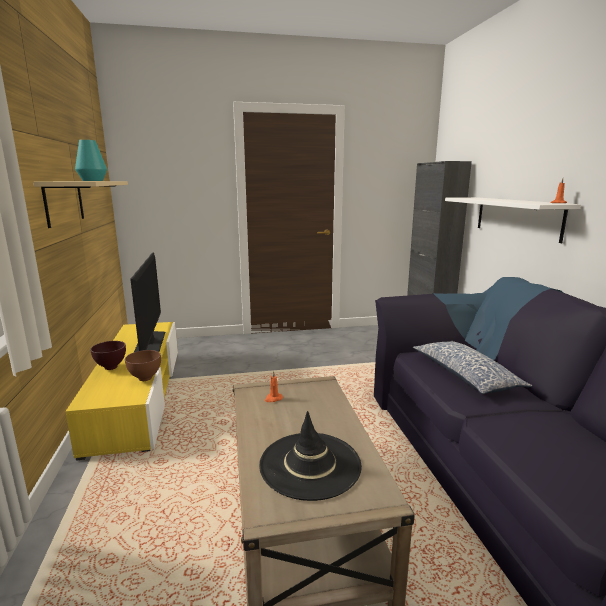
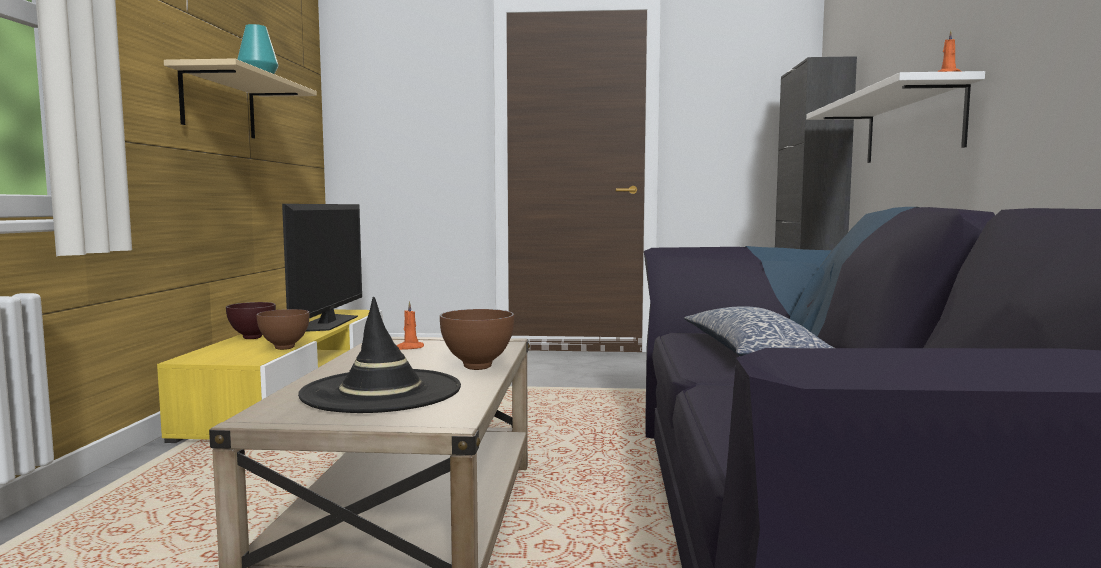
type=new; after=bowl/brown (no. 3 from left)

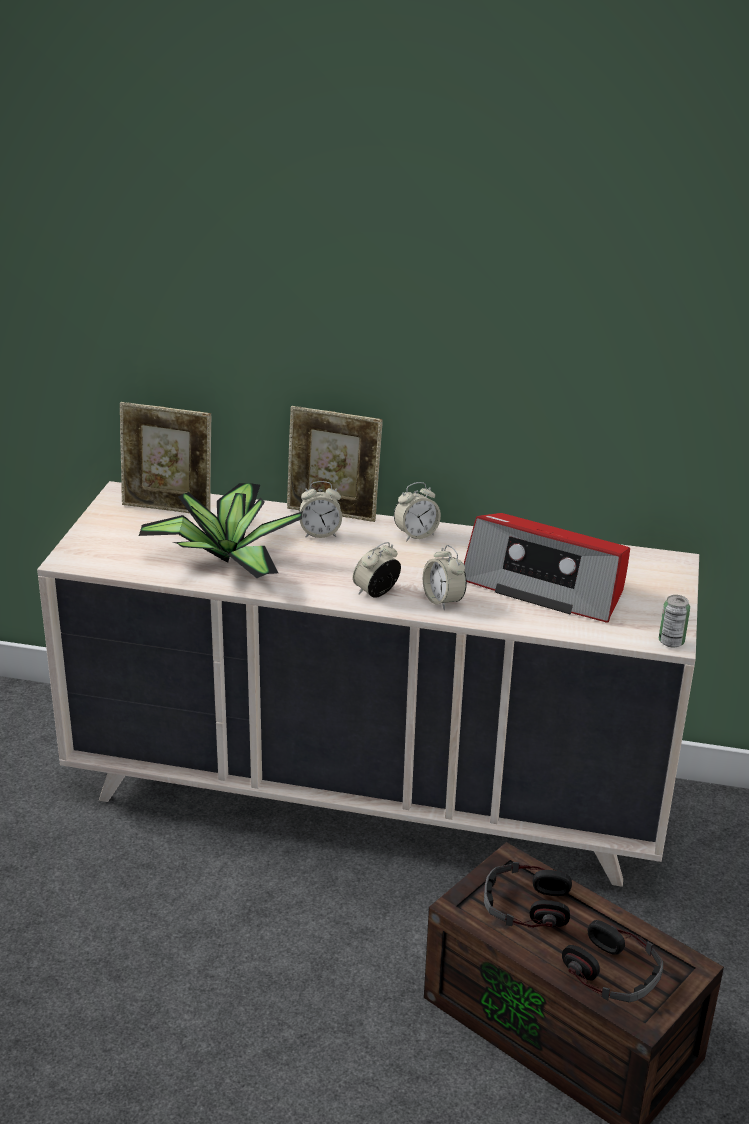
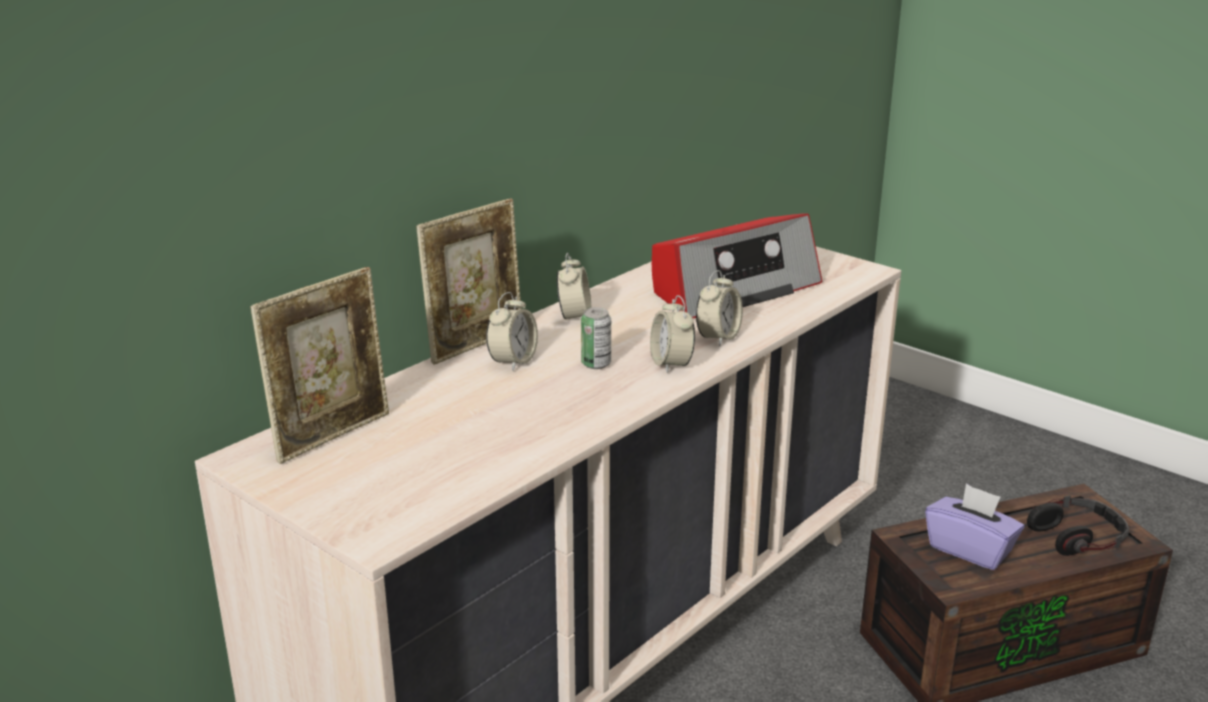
type=shifted; before=can
type=rotated; before=alarm clock (no. 4 from left); turn=-60
type=swapped; before=headphones (no. 1 from left); after=tissue box/purple
type=gone; before=potted plant

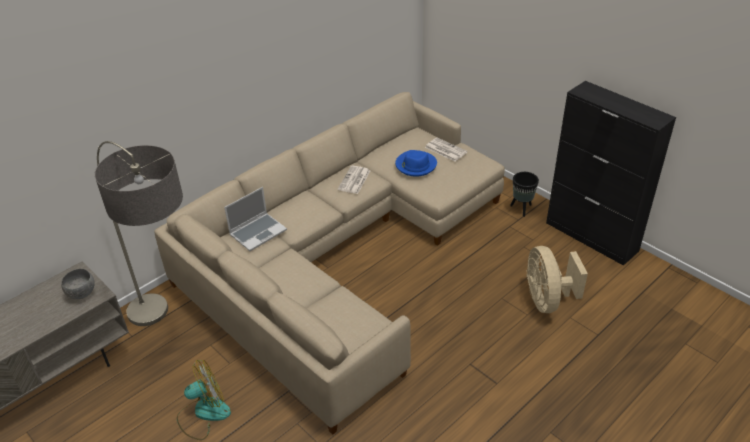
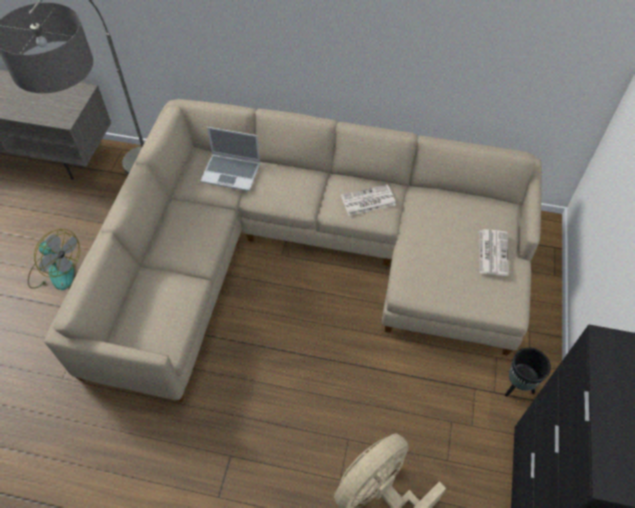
type=gone; before=bowl/grey
type=gone; before=hat/blue

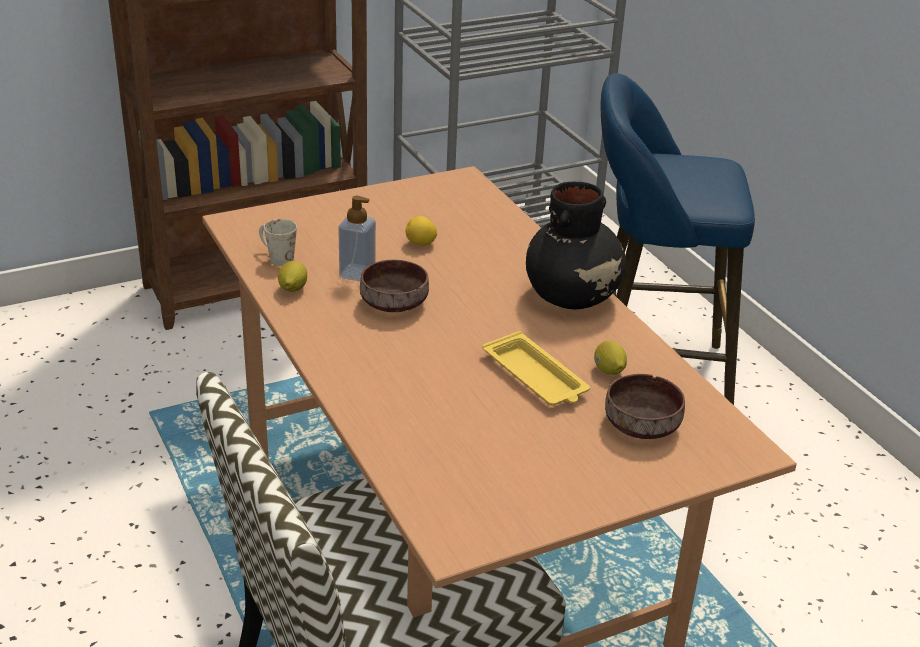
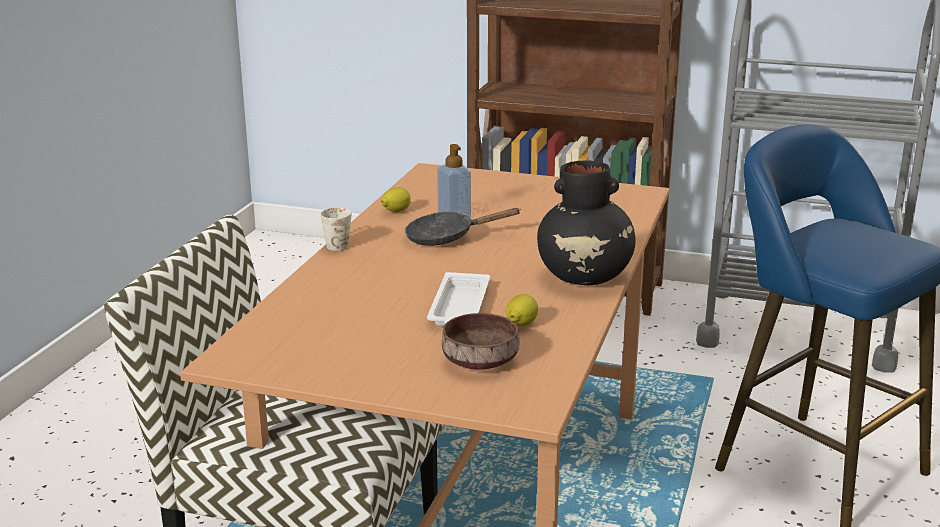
type=shifted; before=mug/white
type=swapped; before=bowl/brown (no. 1 from left); after=frying pan/black
type=repainted; before=tray/yellow; after=tray/white
type=gone; before=lemon (no. 2 from left)

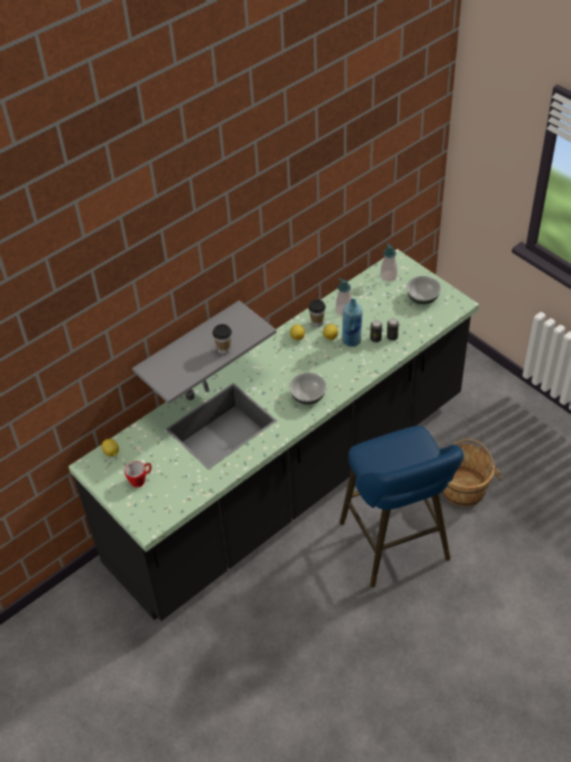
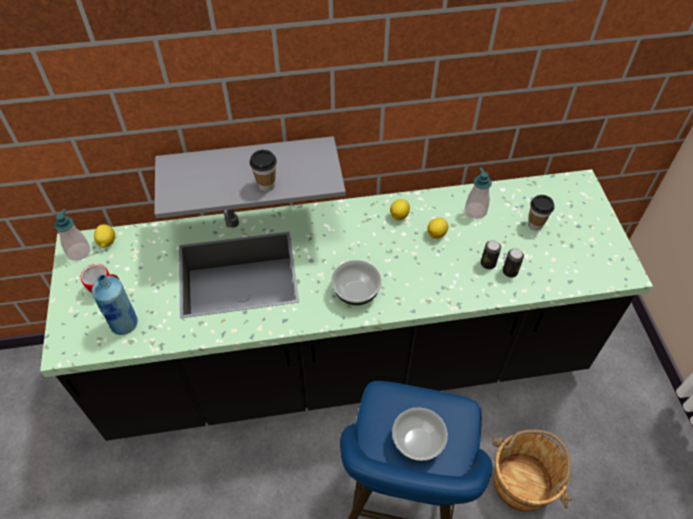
type=shifted; before=soap dispenser (no. 2 from left in the first image); after=soap dispenser (no. 1 from left)
type=shifted; before=bottle/blue
type=shifted; before=bowl (no. 2 from left)
type=shifted; before=cup (no. 2 from left)

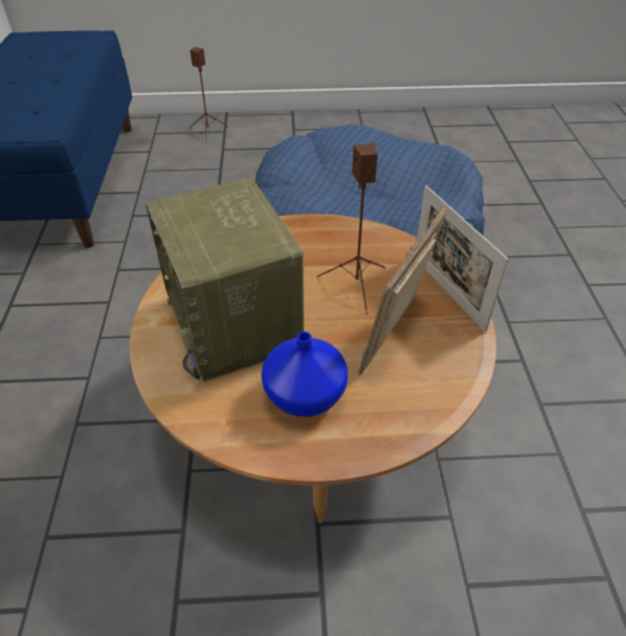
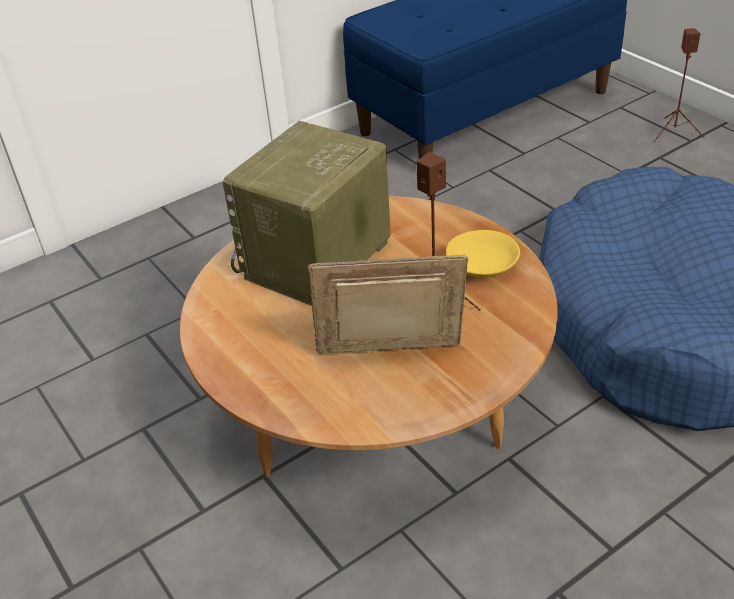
type=new; after=bowl/yellow
type=gone; before=vase/blue
type=gone; before=picture frame (no. 2 from left)

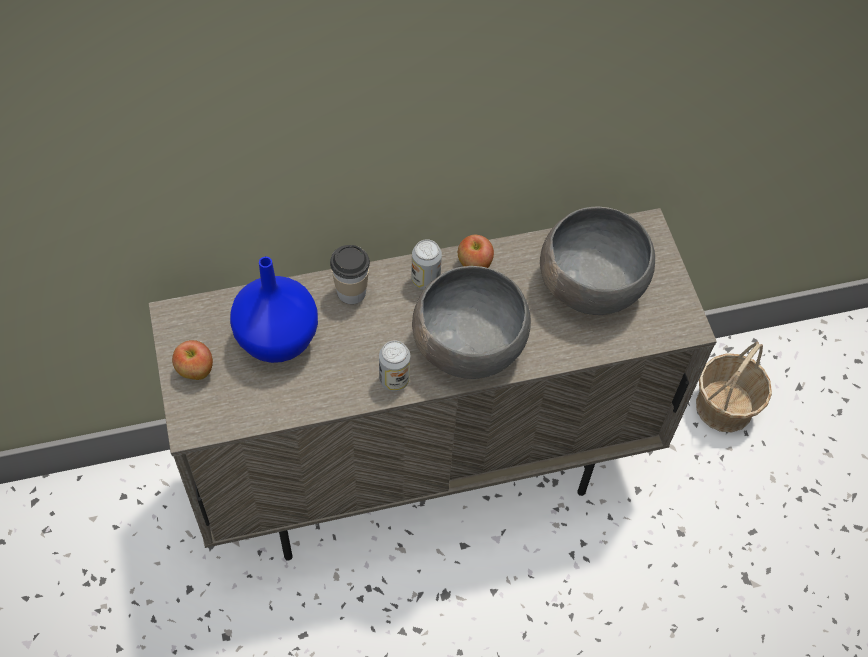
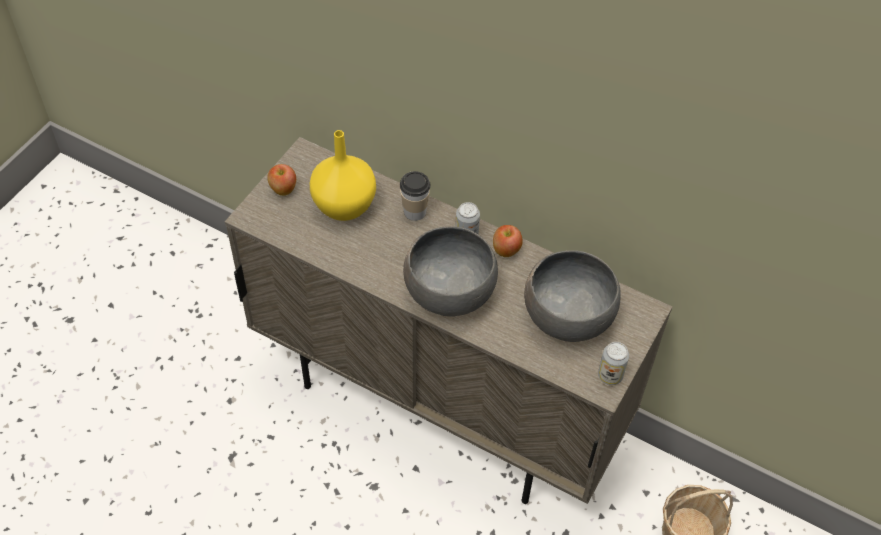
type=repainted; before=vase/blue; after=vase/yellow
type=shifted; before=can (no. 1 from left in the first image); after=can (no. 2 from left)

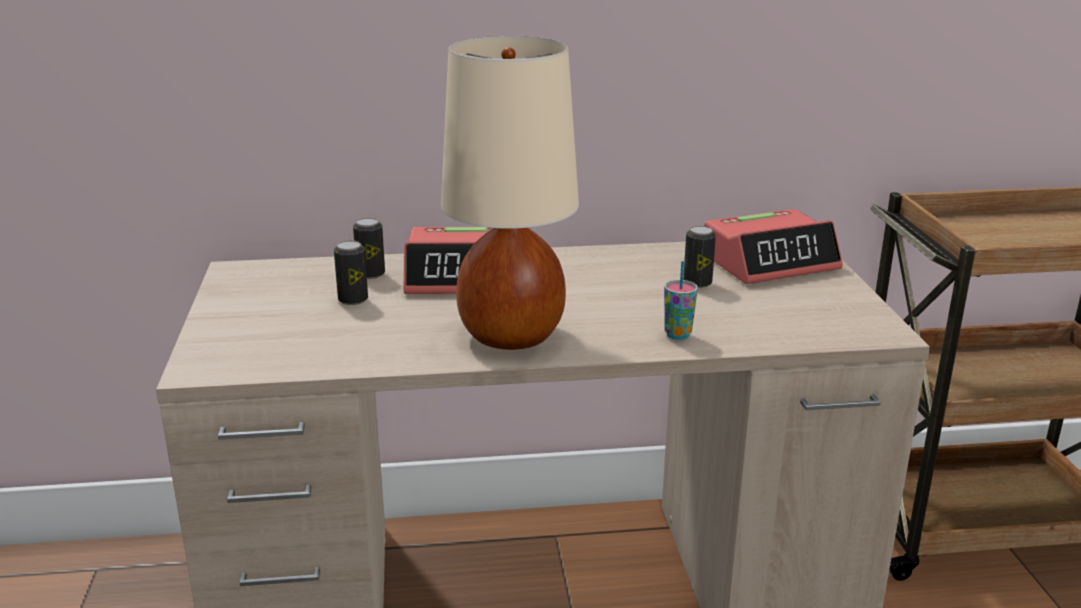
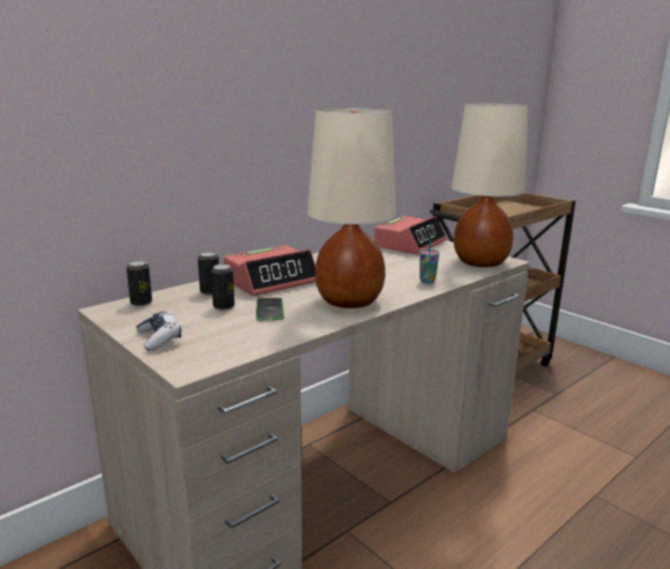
type=shifted; before=can (no. 3 from left in the first image); after=can (no. 1 from left)
type=new; after=game controller
type=new; after=phone
type=new; after=table lamp/beige (no. 2 from left)

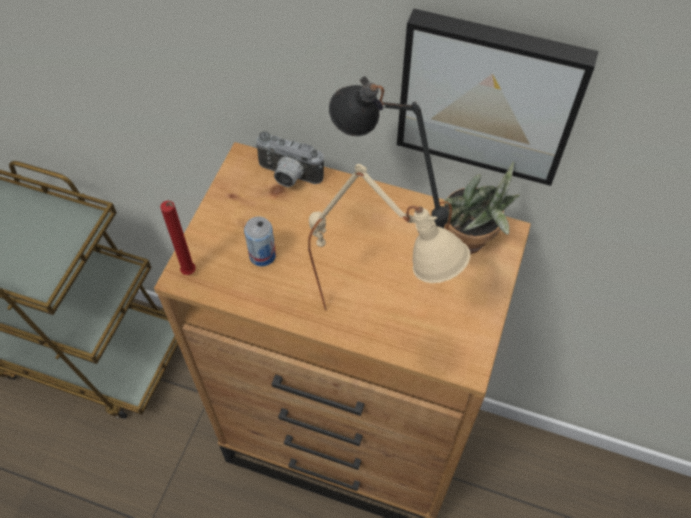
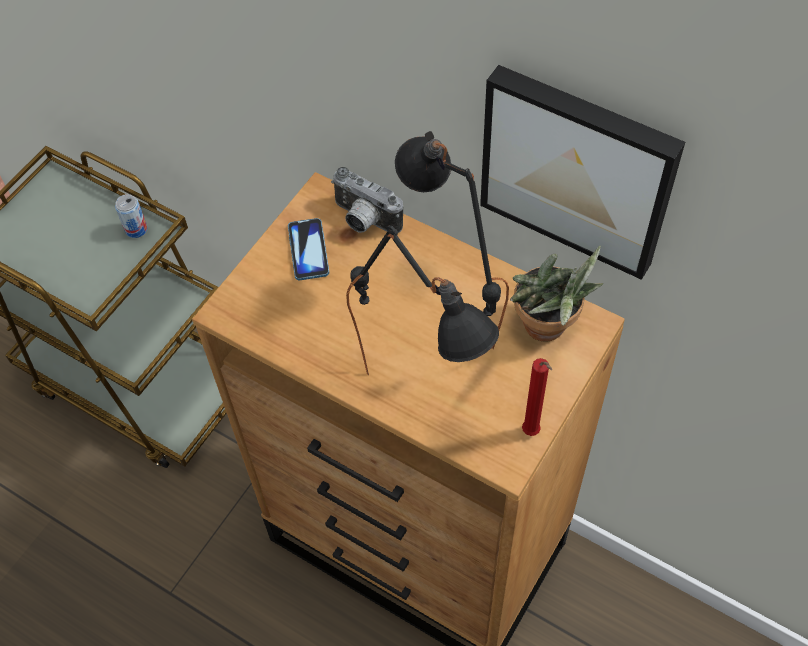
type=shifted; before=can
type=new; after=phone
type=repainted; before=table lamp/beige; after=table lamp/black (no. 1 from left)
type=shifted; before=candle/red

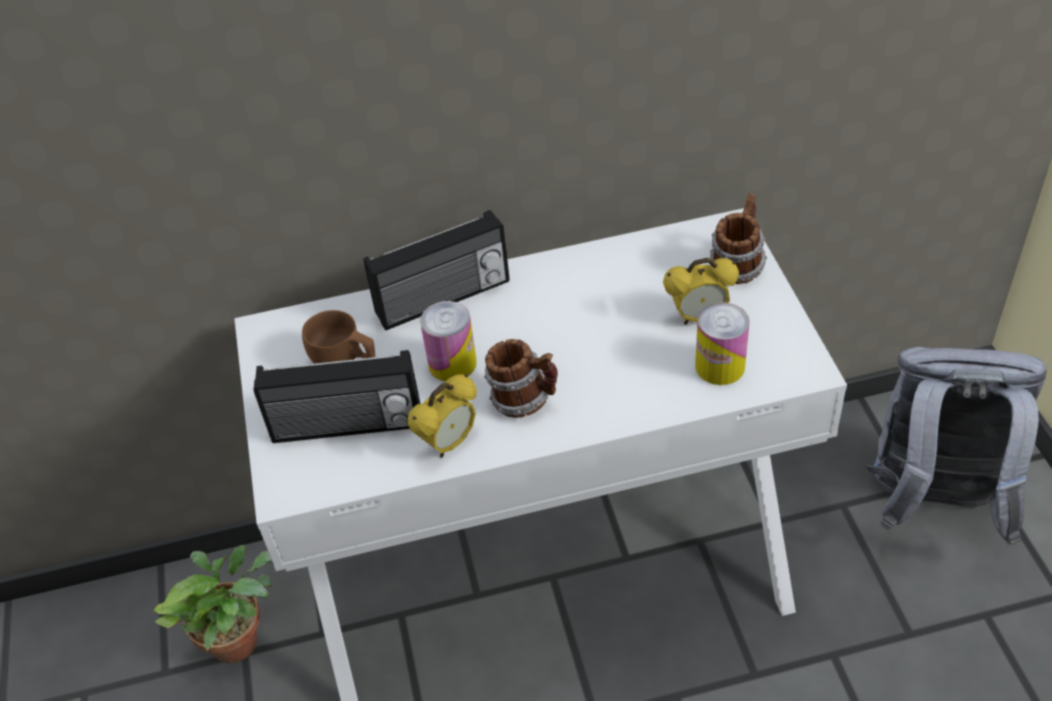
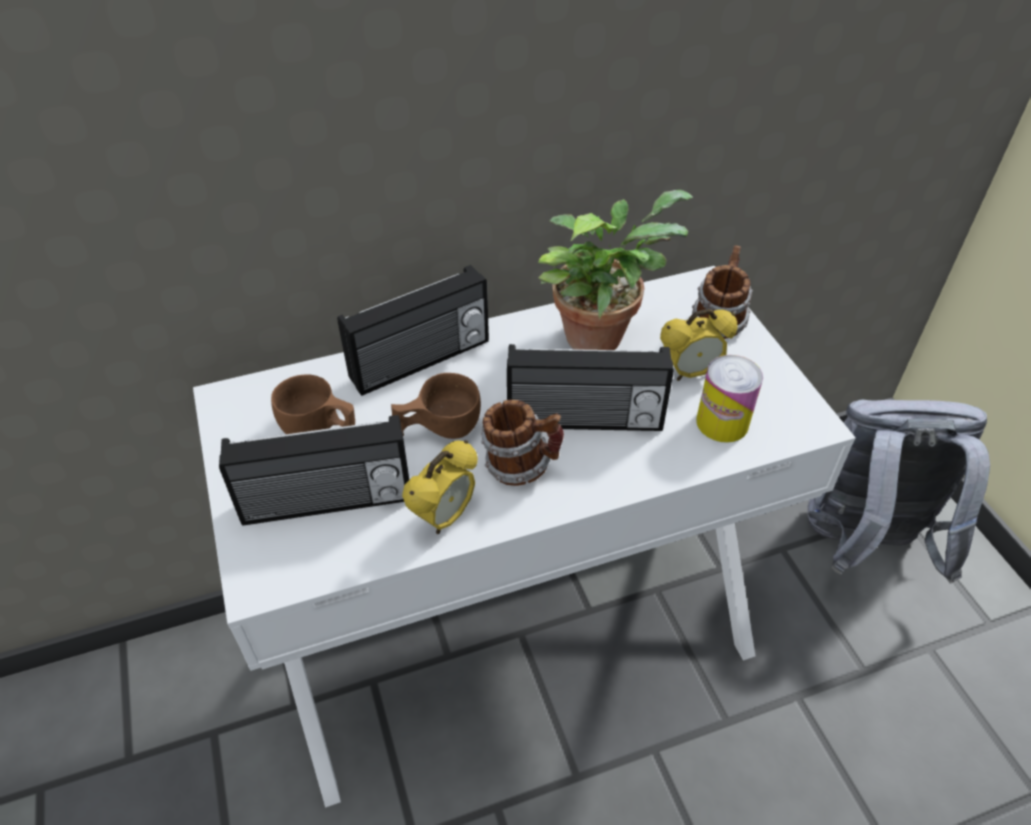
type=swapped; before=can (no. 1 from left); after=cup/brown (no. 2 from left)
type=new; after=radio (no. 3 from left)
type=shifted; before=potted plant

